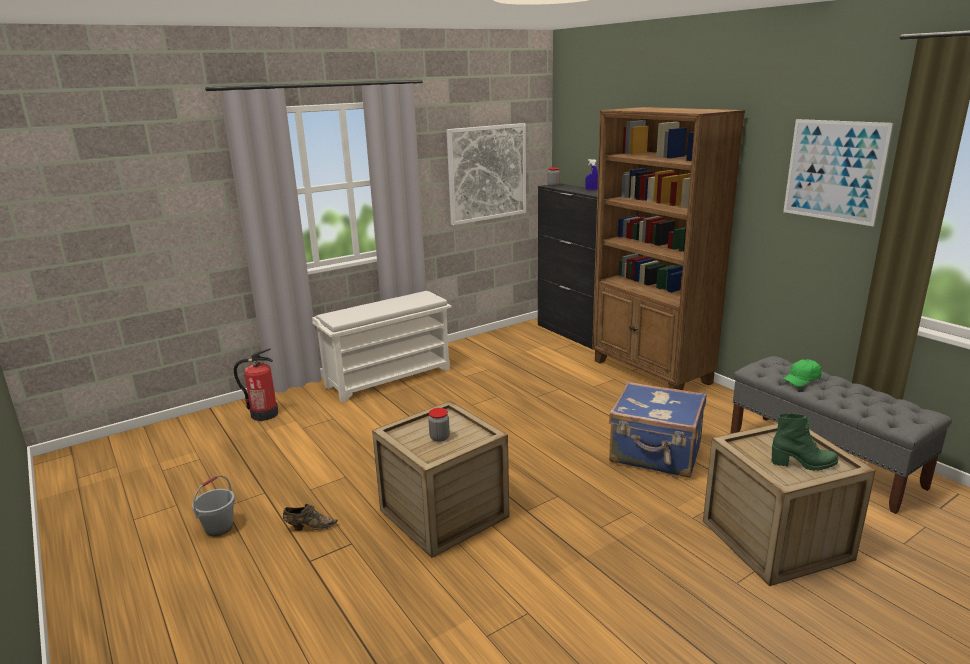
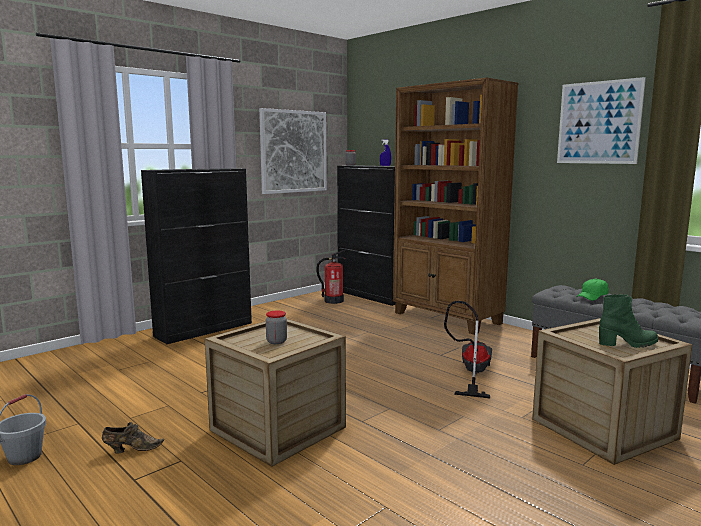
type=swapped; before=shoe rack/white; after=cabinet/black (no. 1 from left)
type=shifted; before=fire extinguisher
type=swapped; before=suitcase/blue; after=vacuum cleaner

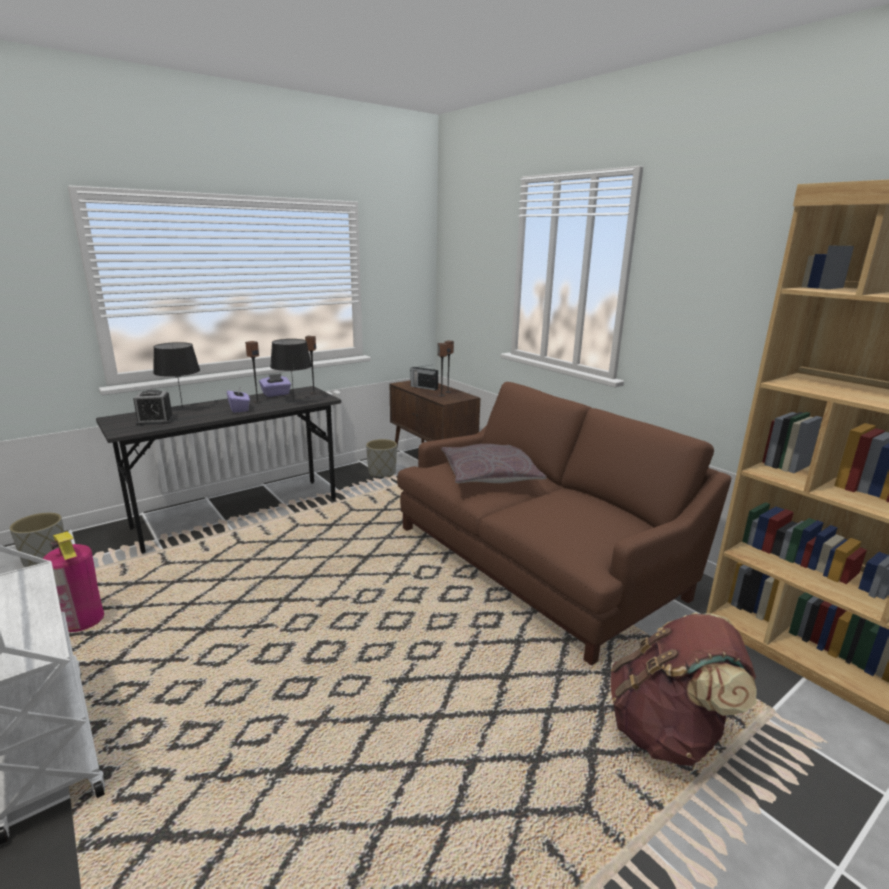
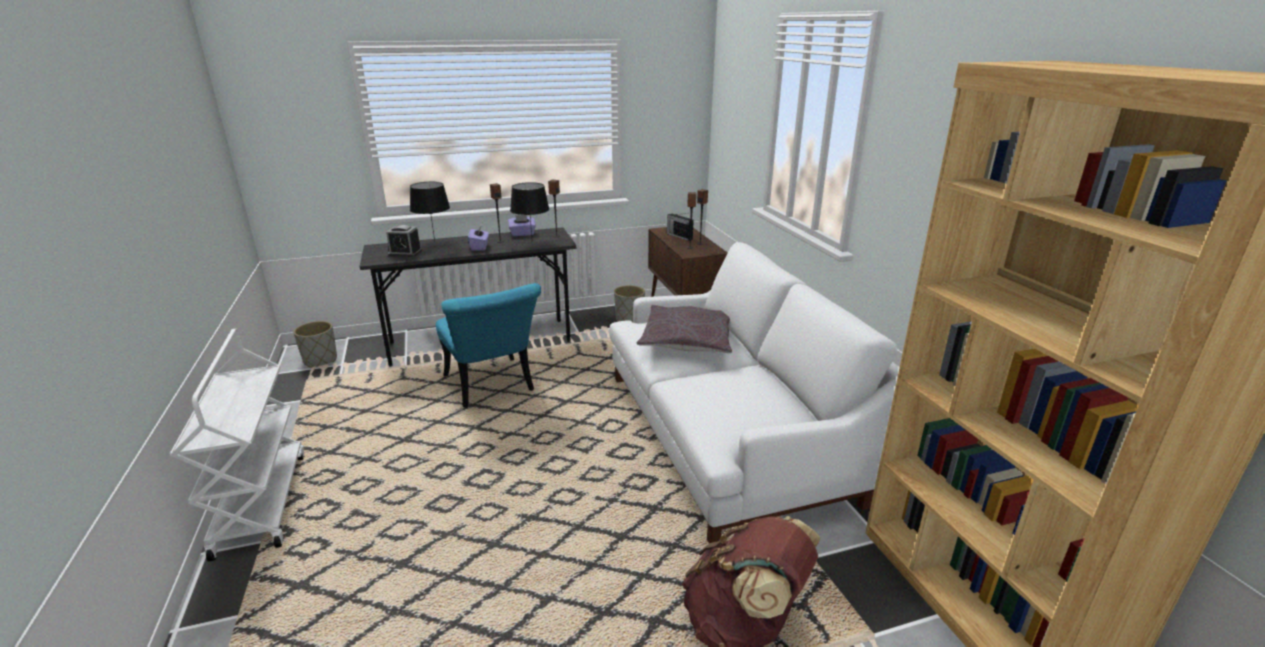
type=new; after=chair/turquoise
type=repainted; before=sofa/brown; after=sofa/white
type=gone; before=fire extinguisher

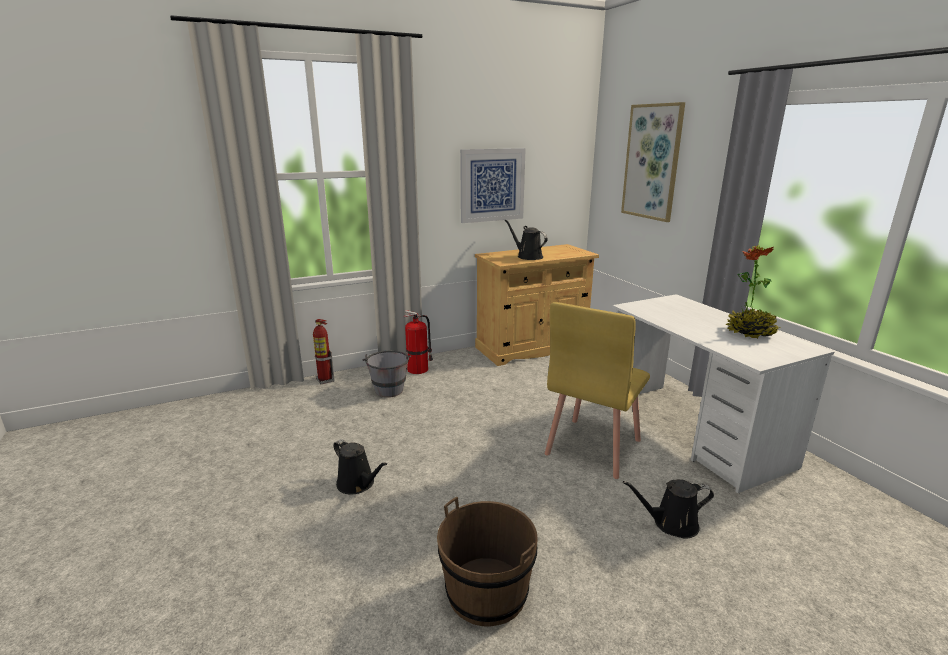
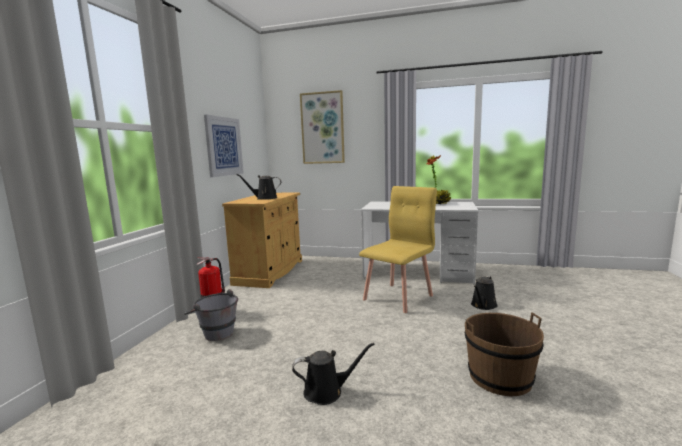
type=rotated; before=chair/yellow; turn=-120
type=gone; before=fire extinguisher (no. 1 from left)

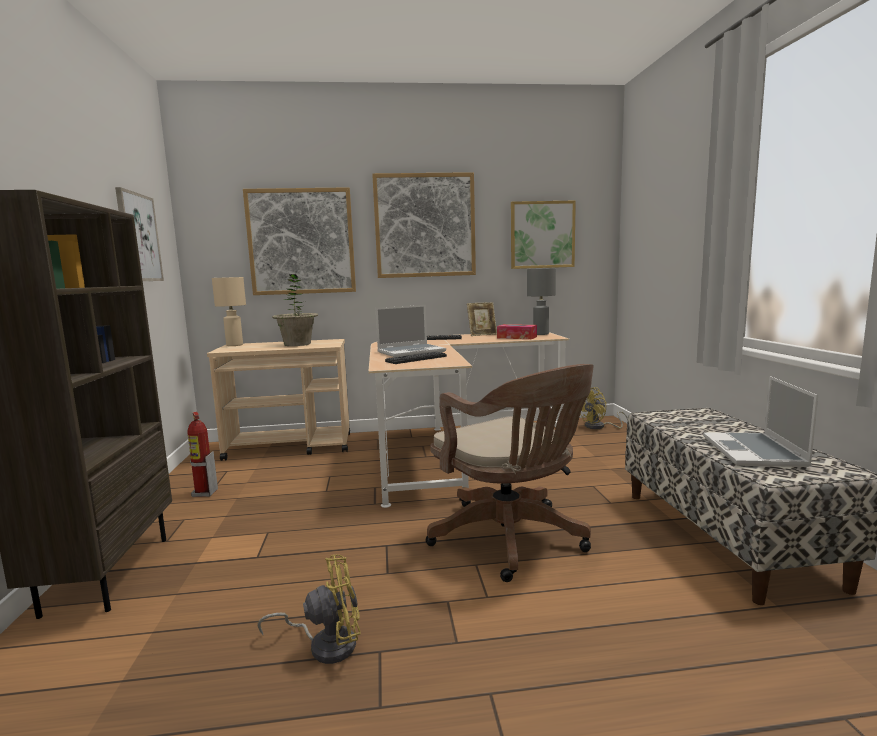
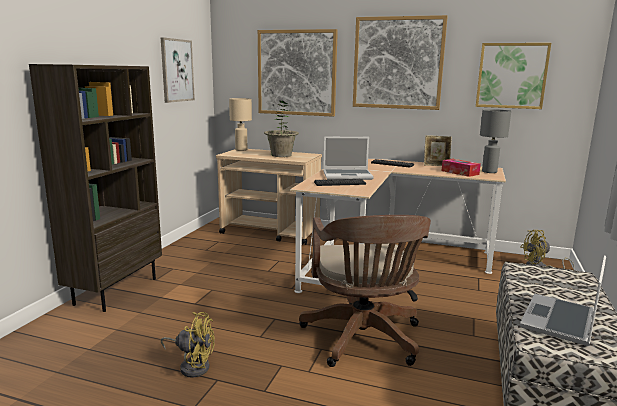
type=gone; before=fire extinguisher

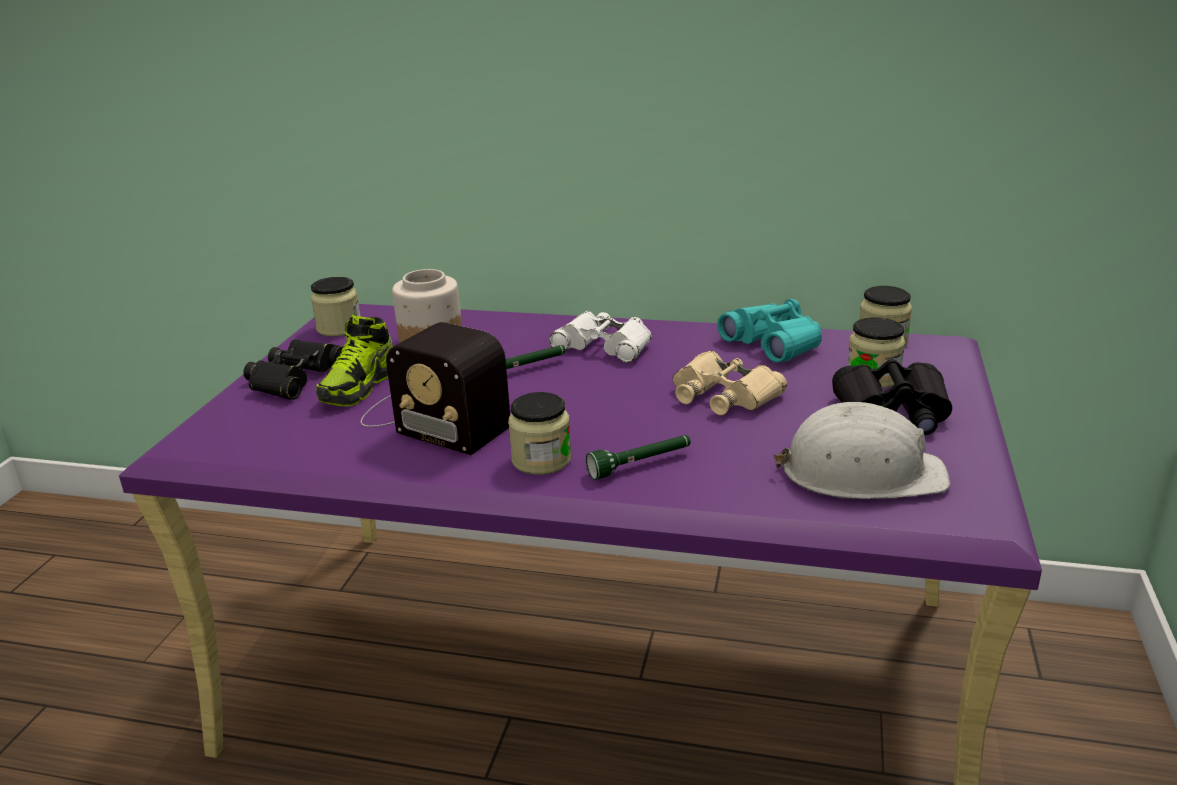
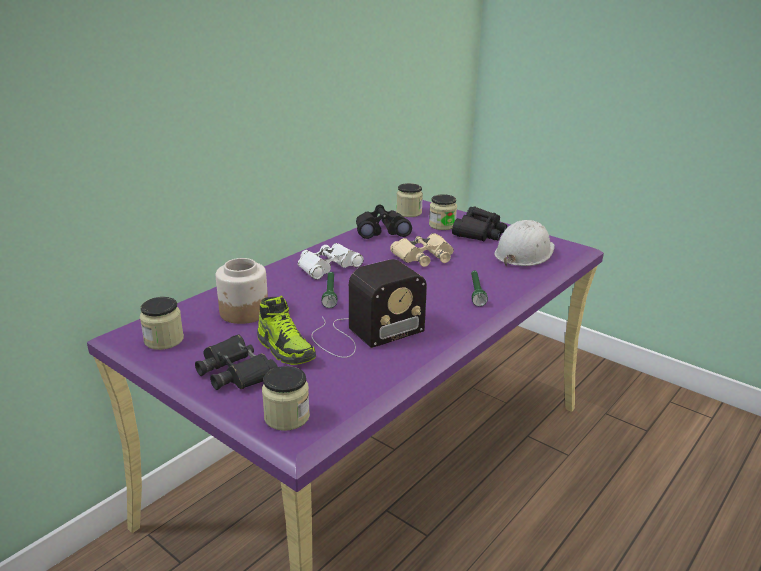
type=shifted; before=jar (no. 3 from left)
type=repainted; before=binoculars/turquoise; after=binoculars/black (no. 2 from left)

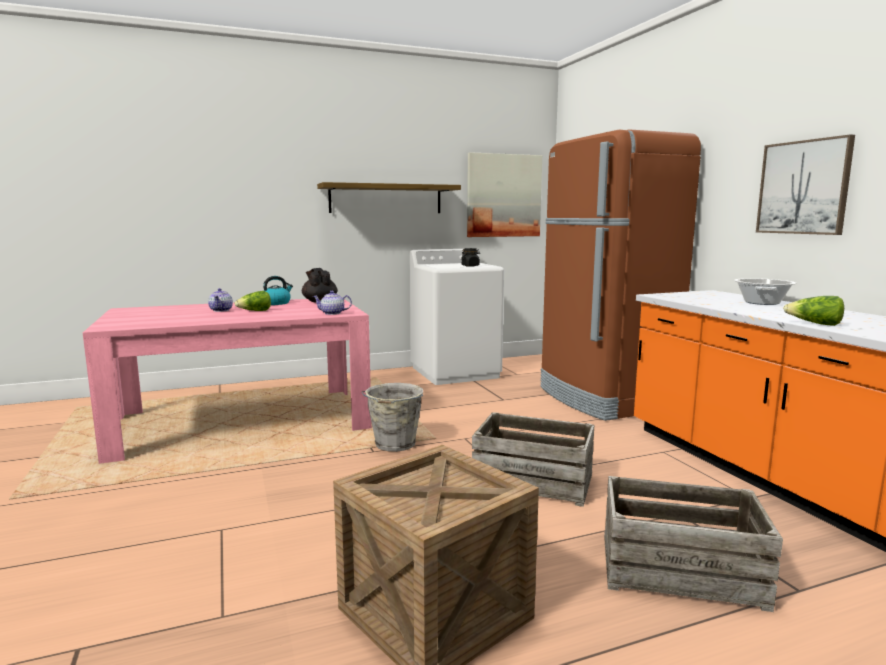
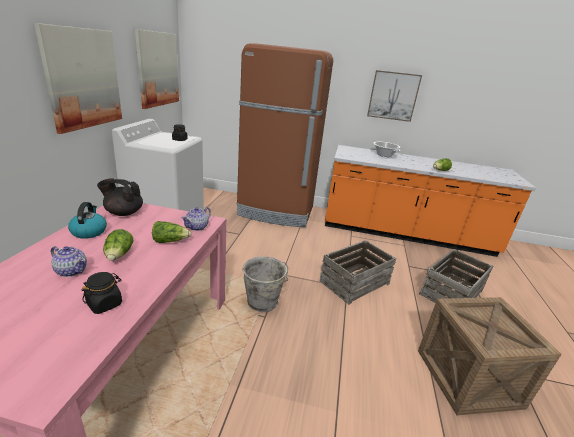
type=swapped; before=shelf; after=picture (no. 1 from left)
type=new; after=jar/black (no. 1 from left)
type=new; after=lettuce (no. 2 from left)

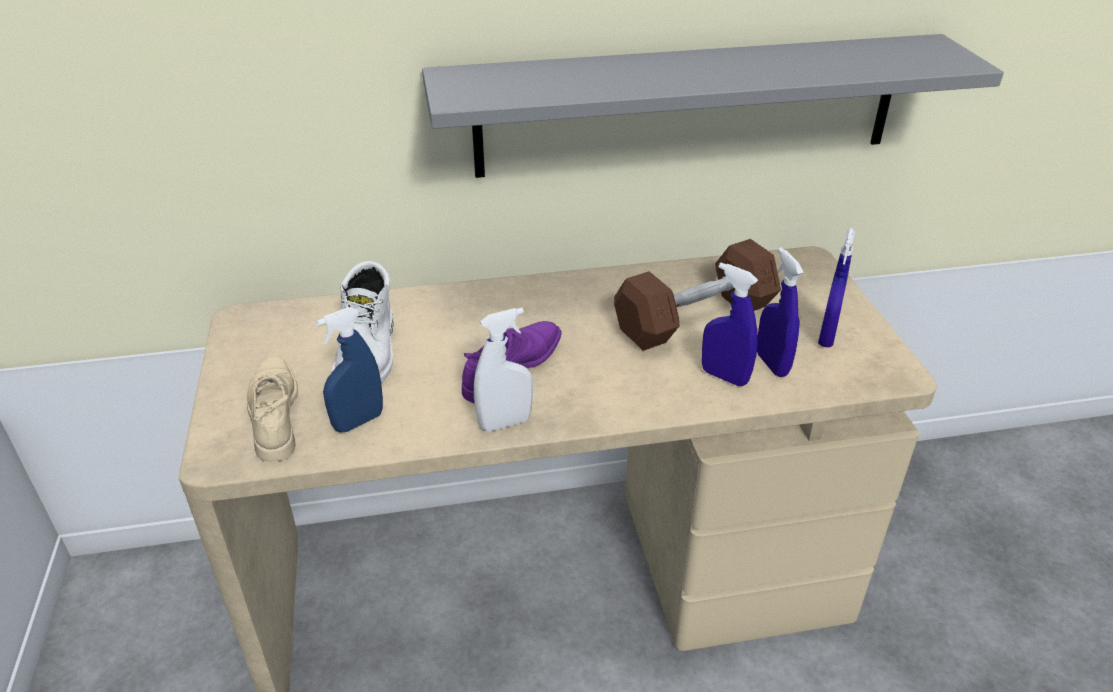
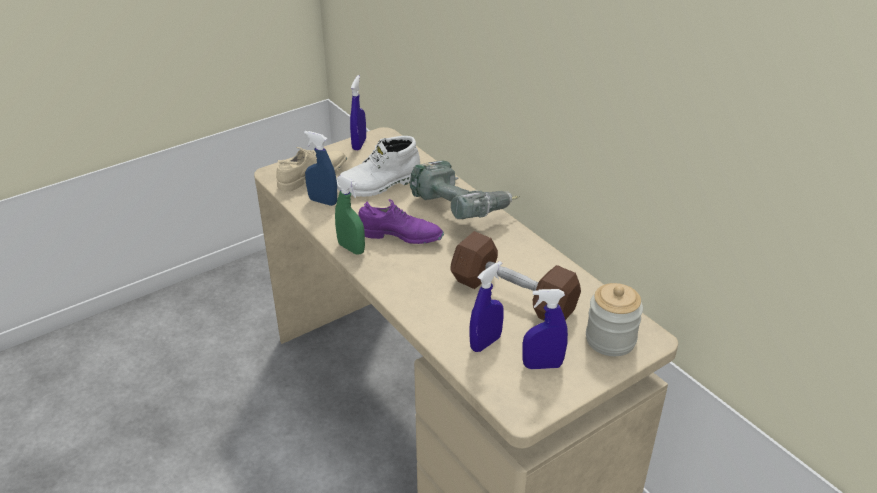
type=repainted; before=spray bottle/white; after=spray bottle/green
type=shifted; before=spray bottle/blue (no. 2 from left)
type=new; after=power drill
type=new; after=jar
type=gone; before=shelf/grey

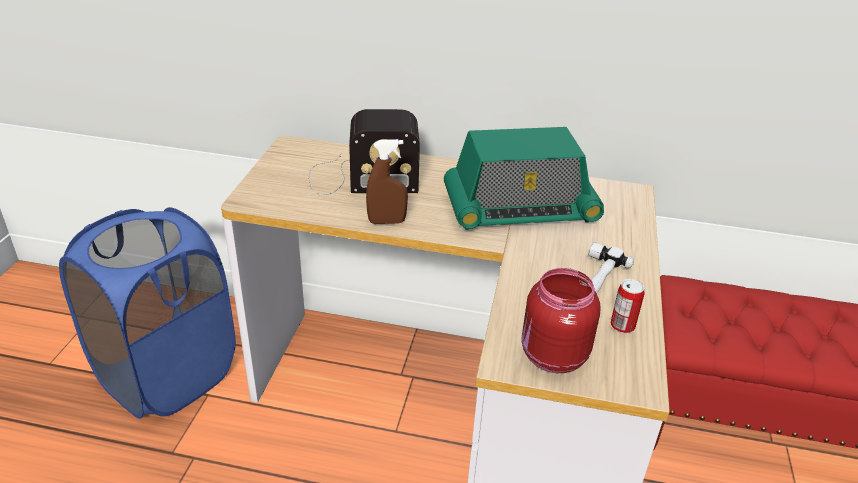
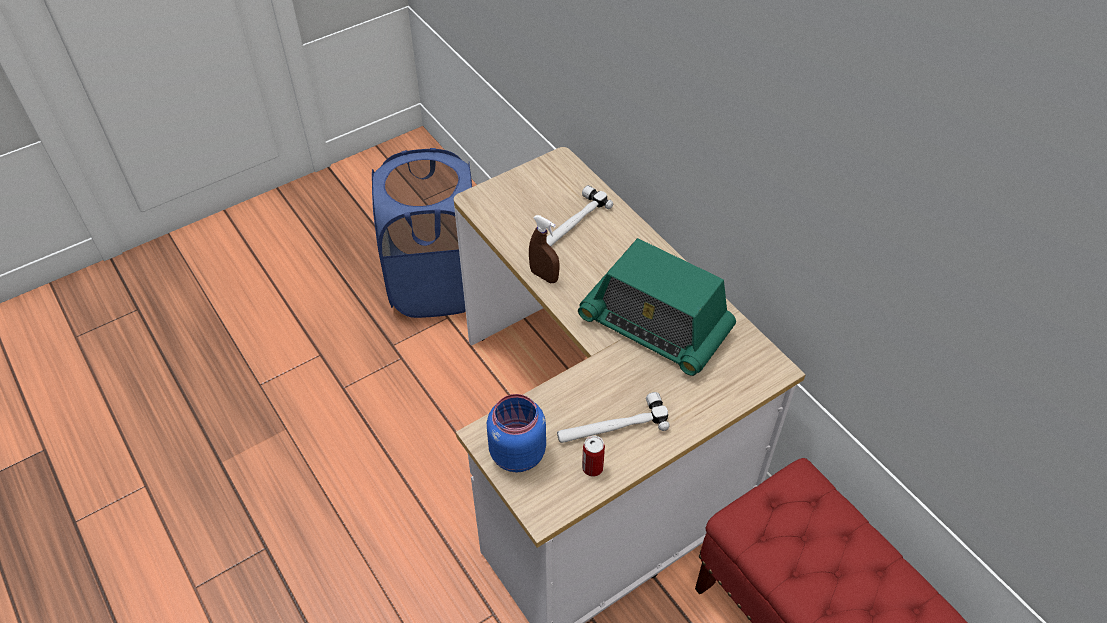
type=repainted; before=jar/red; after=jar/blue
type=swapped; before=radio (no. 1 from left); after=hammer (no. 1 from left)

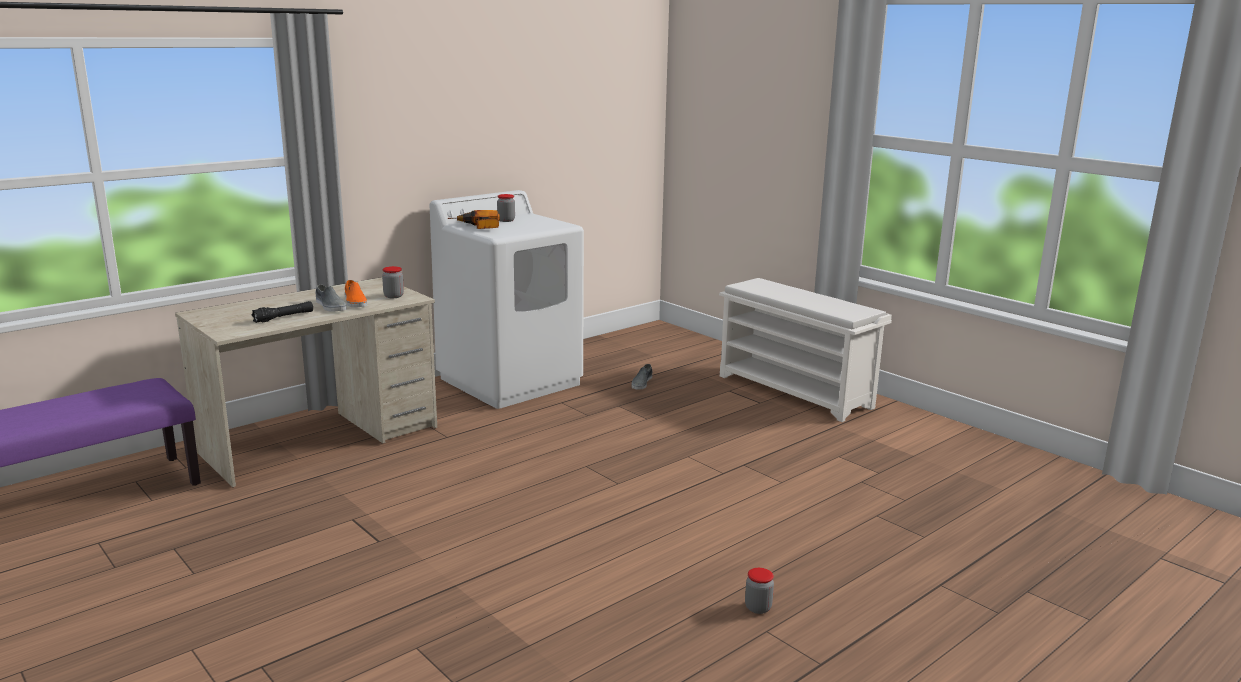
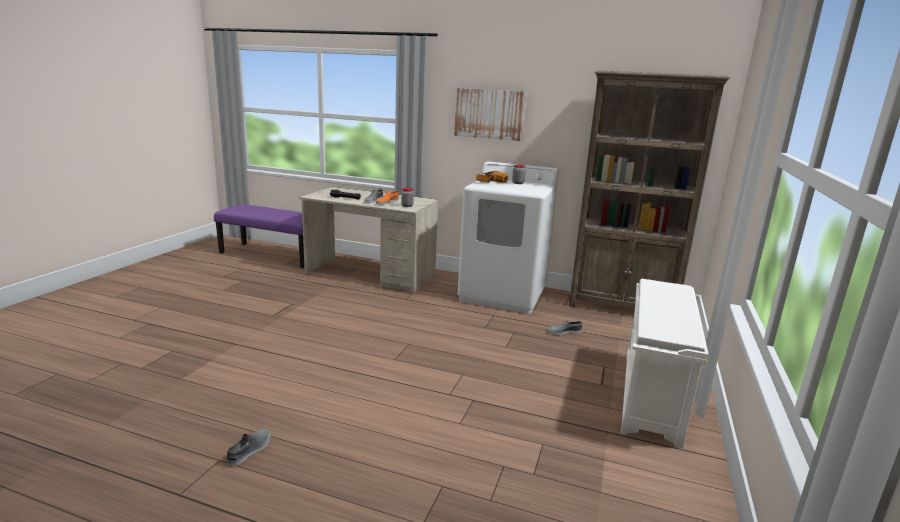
type=swapped; before=jar (no. 3 from left); after=shoe/grey (no. 1 from left)
type=new; after=picture
type=new; after=bookcase/brown

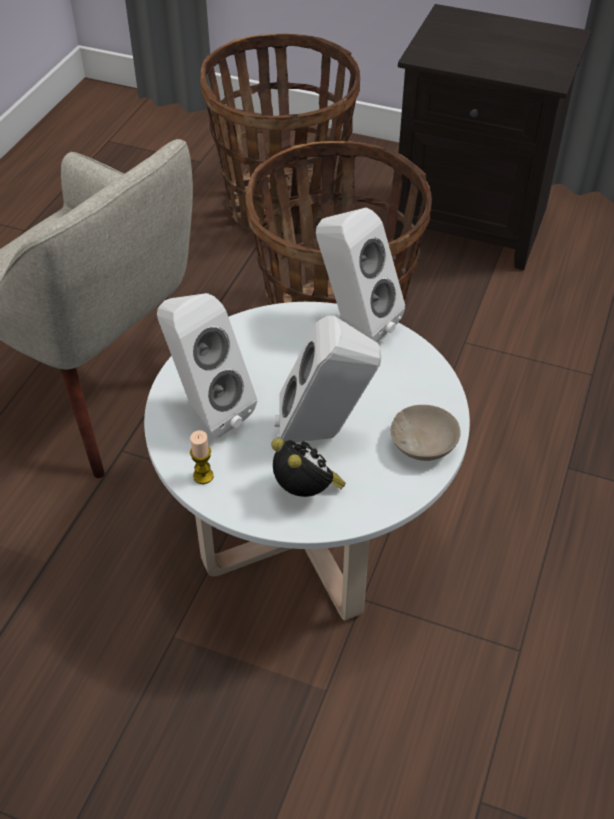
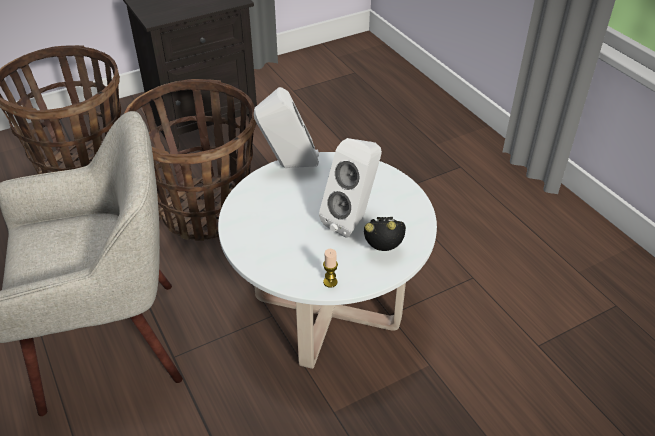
type=gone; before=speaker/white (no. 1 from left)
type=gone; before=bowl/beige

